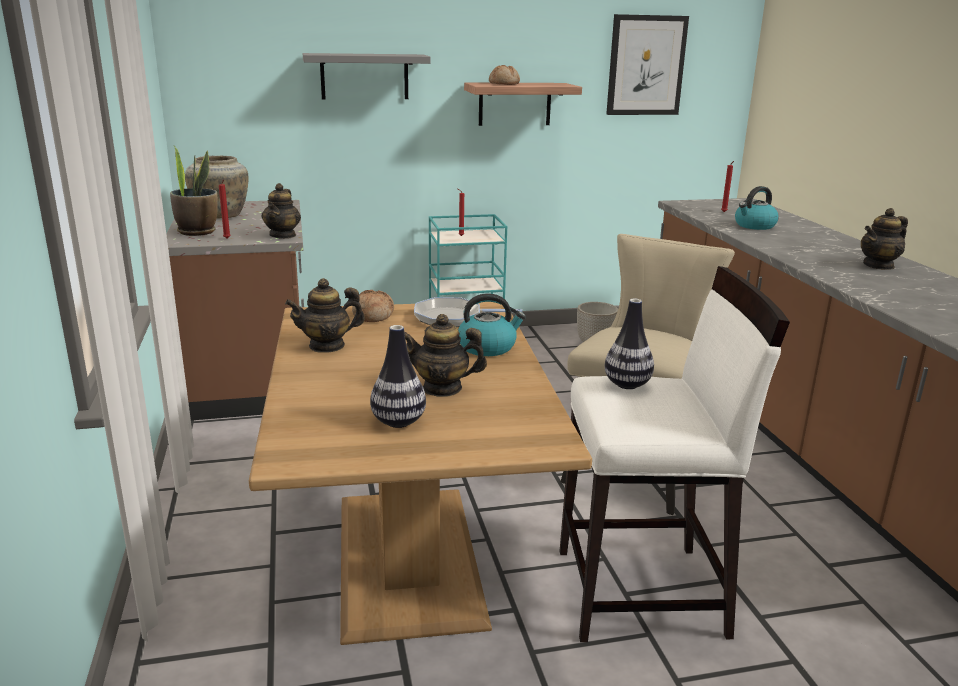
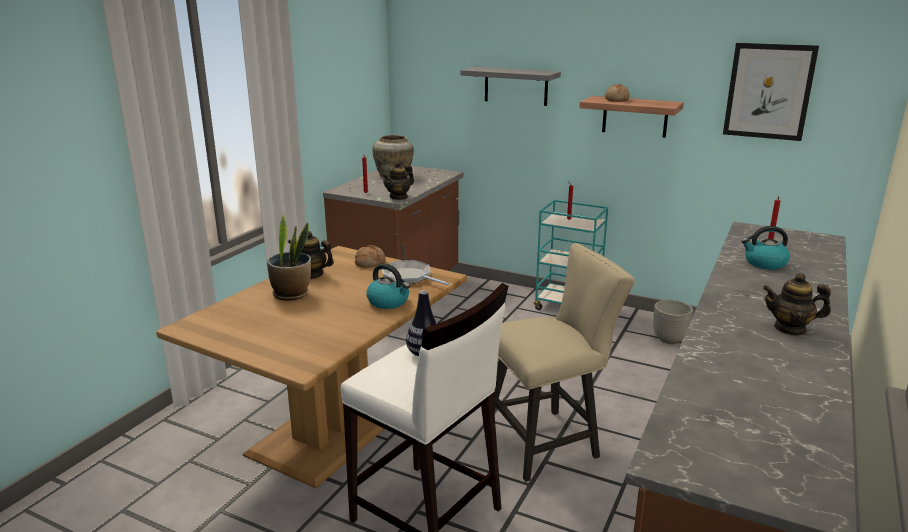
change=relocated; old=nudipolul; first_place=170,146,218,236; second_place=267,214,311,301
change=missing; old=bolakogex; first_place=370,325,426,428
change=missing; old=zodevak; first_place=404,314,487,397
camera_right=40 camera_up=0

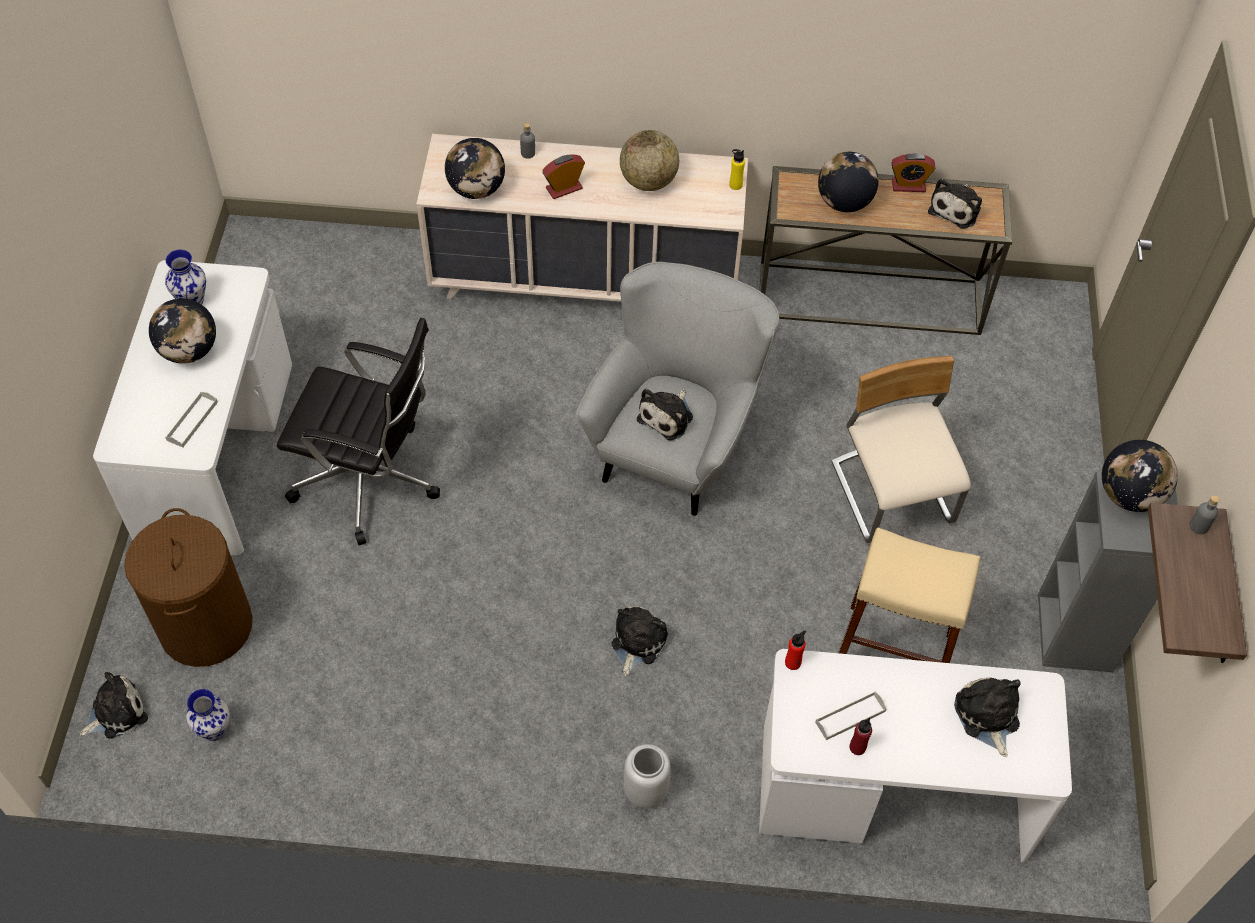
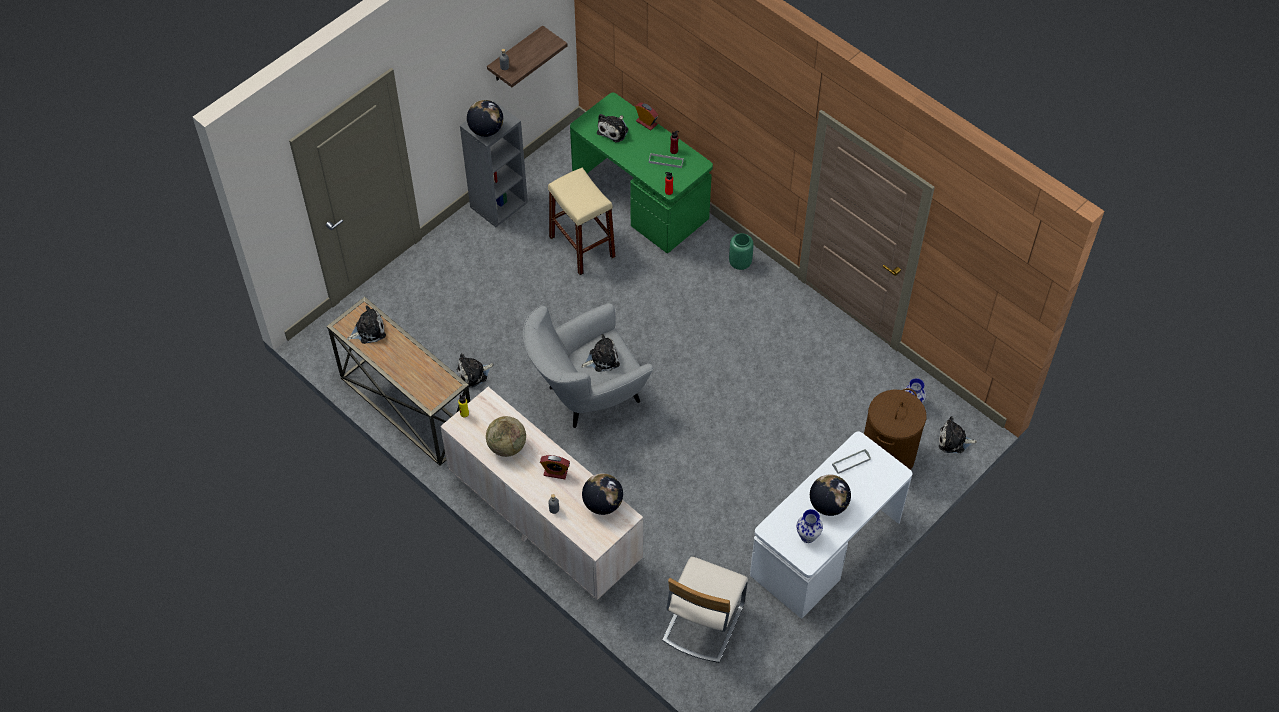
change=missing; old=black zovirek; first_place=277,318,440,545
change=relocated; old=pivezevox; first_place=612,606,668,676; second_place=457,353,493,388
change=colour; old=grey bolakogex; new=green bolakogex; first_place=624,744,671,808; second_place=729,233,753,270
change=colour; old=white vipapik; new=green vipapik; first_place=759,649,1072,862; second_place=570,93,713,253
change=missing; old=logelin; first_place=818,152,879,212
change=relocated; old=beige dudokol; first_place=831,356,971,543; second_place=662,557,748,663
change=relocated; old=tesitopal; first_place=892,153,936,192; second_place=635,103,658,130
camera_right=-140 camera_up=0

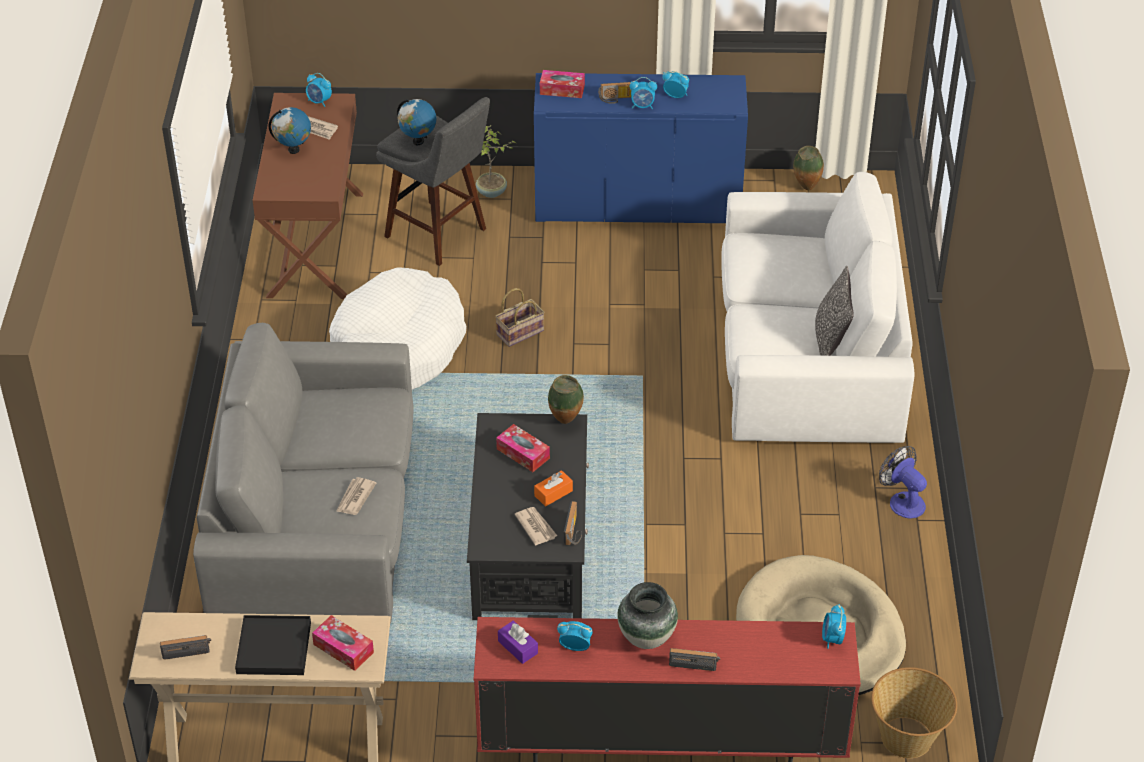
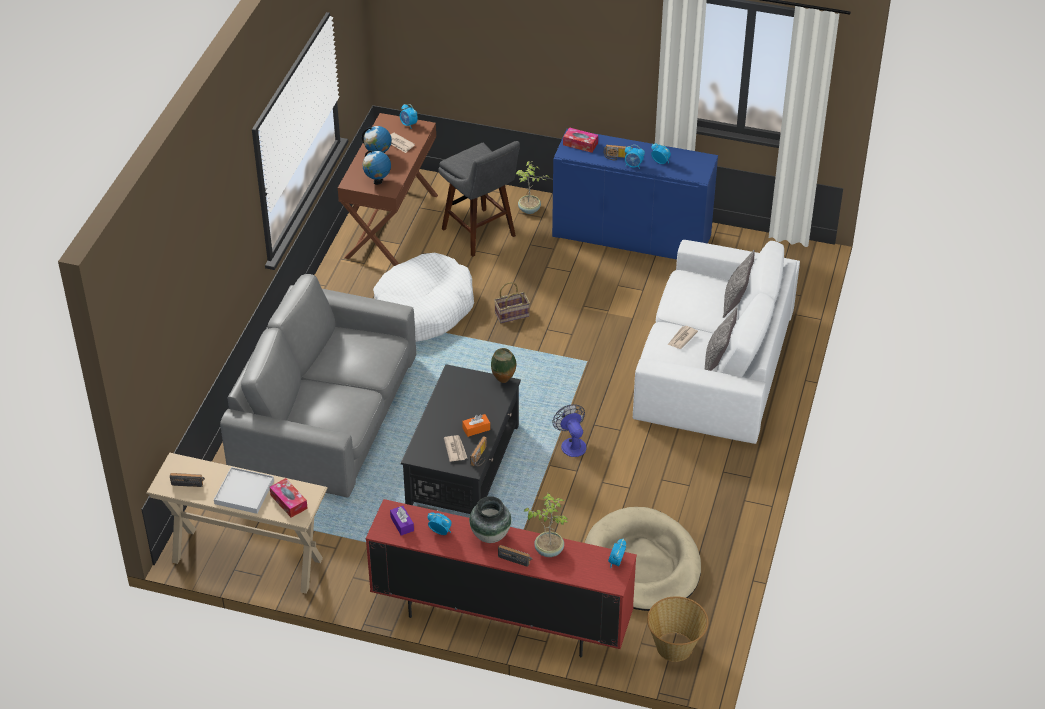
change=colour; old=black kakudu; new=white kakudu; first_place=235,615,311,675; second_place=214,467,274,514
change=relocated; old=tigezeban; first_place=336,477,376,515; second_place=668,326,698,349
change=relocated; old=logelin; first_place=397,99,436,145; second_place=362,150,391,185
change=missing; old=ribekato; first_place=496,424,550,472
change=missing; old=bolakogex; first_place=793,146,824,190
change=relocated; old=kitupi; first_place=879,446,927,519; second_place=553,404,586,457
change=appeared; new=nudipolul; second_place=523,493,568,557
change=appeared; new=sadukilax; second_place=723,250,755,318
camera_right=15 camera_up=0

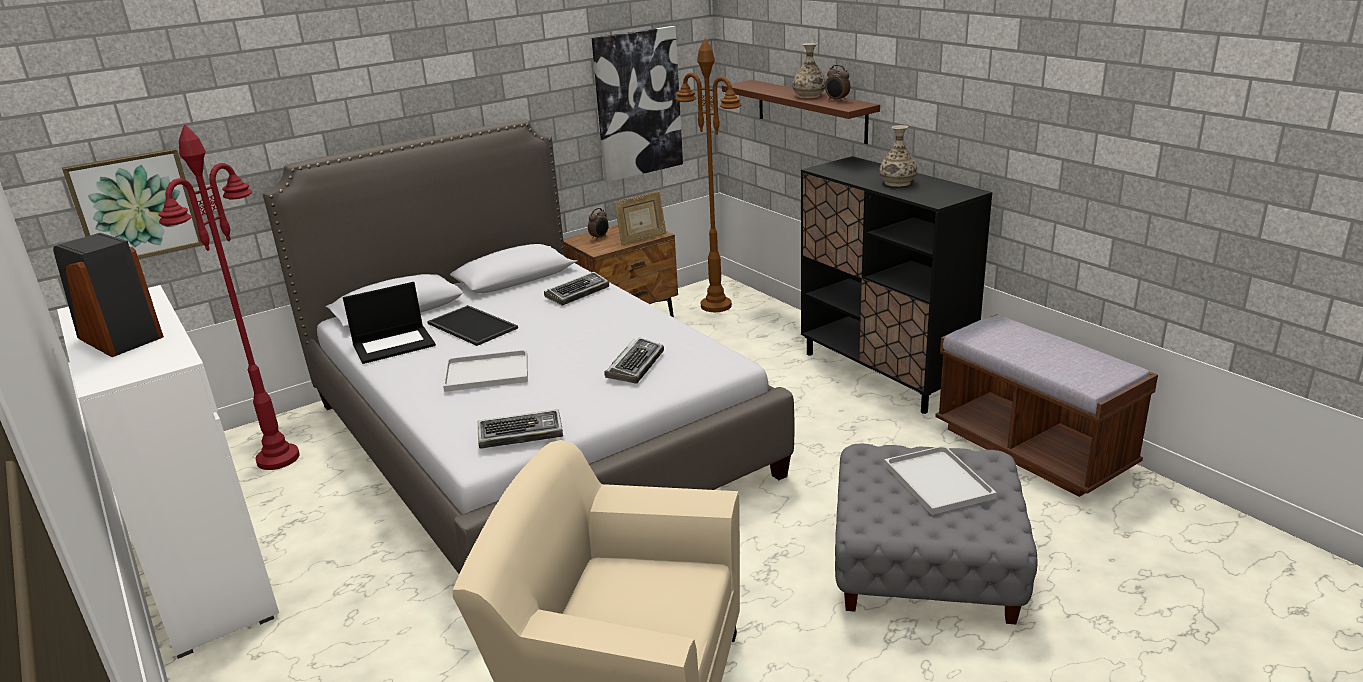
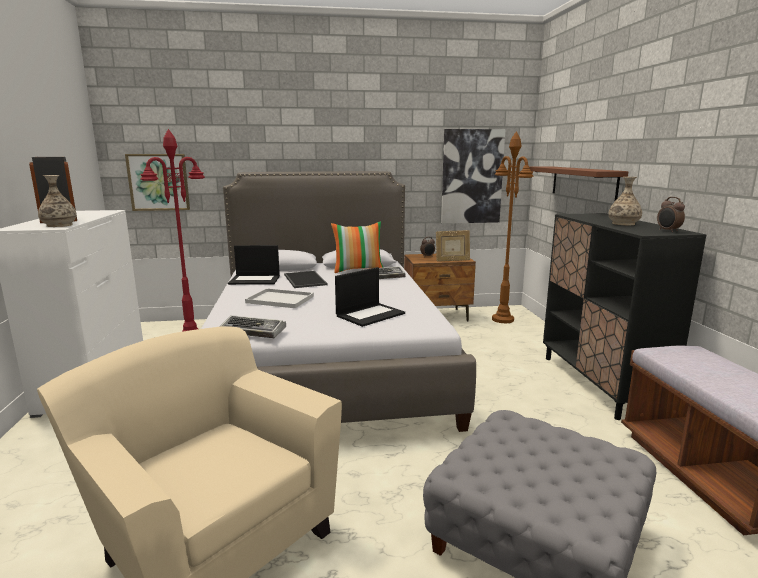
change=exchanged; old=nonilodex; new=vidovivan; first_place=604,337,664,384; second_place=335,267,405,327
change=relocated; old=bolakogex; first_place=793,43,826,99; second_place=38,175,77,227
change=relocated; old=tesitopal; first_place=825,65,850,102; second_place=657,197,685,232
change=missing; old=white kakudu; first_place=884,445,997,515
change=appeared; new=sadukilax; second_place=331,222,384,273
camera_right=25 camera_up=-10

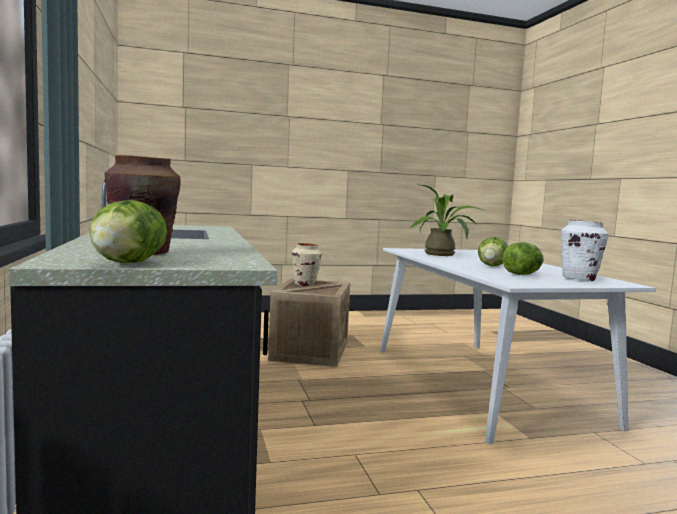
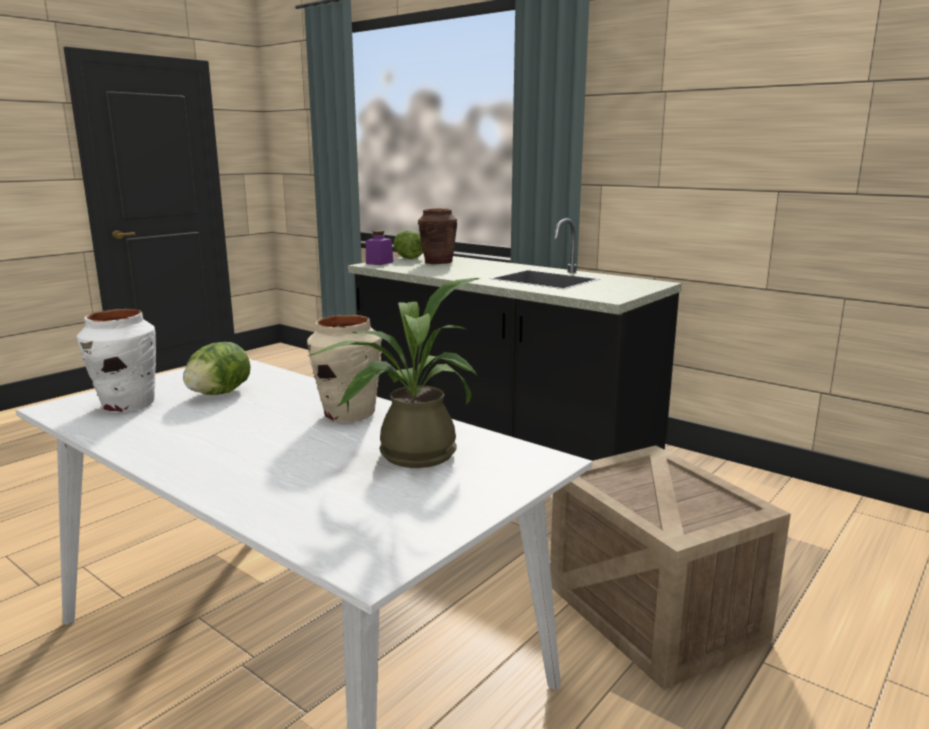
change=relocated; old=beige bolakogex; first_place=292,243,322,286; second_place=307,315,382,422
change=missing; old=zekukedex; first_place=478,237,508,266
change=appeared; new=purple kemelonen; second_place=366,230,393,265
camera_right=145 camera_up=10

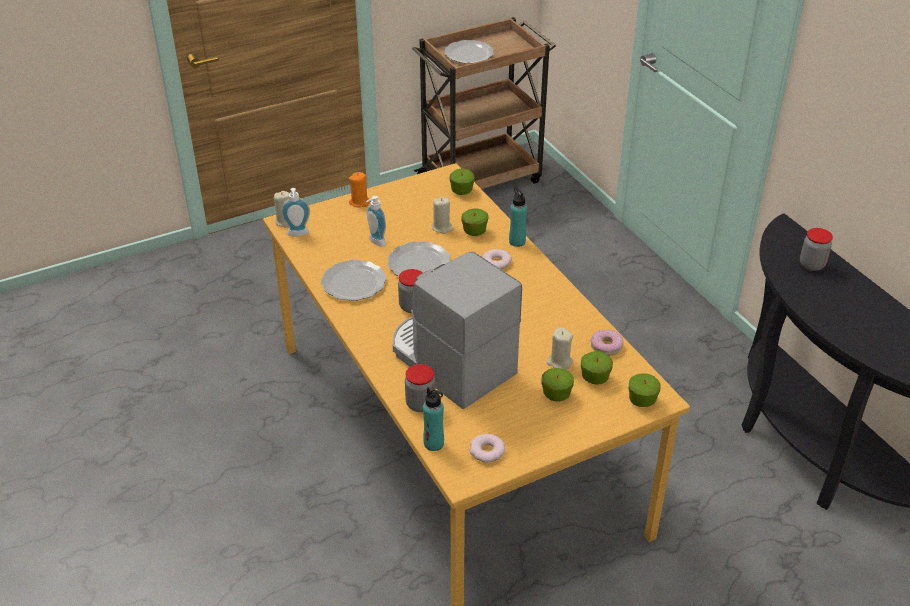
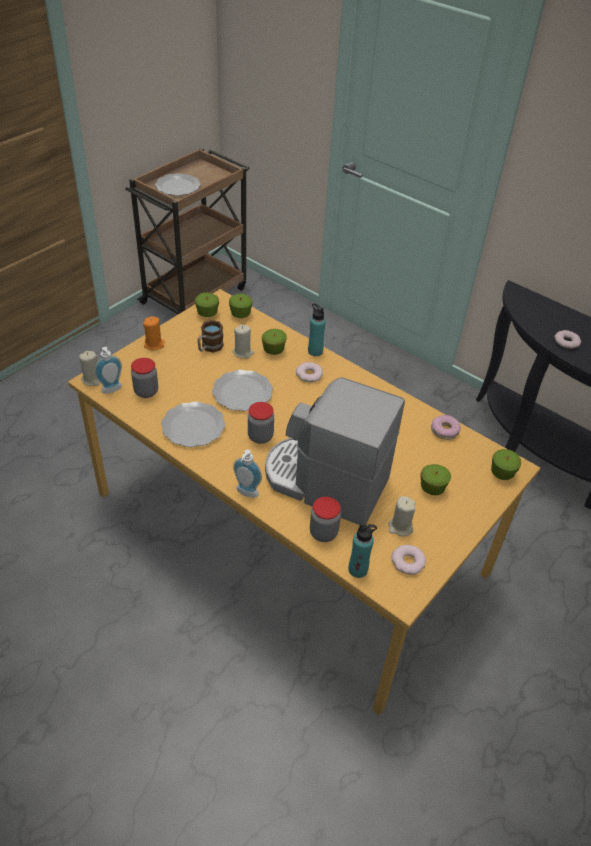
change=relocated; old=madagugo; first_place=366,196,386,247; second_place=233,450,262,498
change=relocated; old=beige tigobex; first_place=546,328,573,370; second_place=388,496,416,536
change=relocated; old=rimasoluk; first_place=581,351,613,385; second_place=195,292,219,317
change=relocated; old=kemelonen; first_place=800,228,833,271; second_place=131,358,158,398
change=appeared; new=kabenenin; second_place=197,320,224,353
change=appeared; new=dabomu; second_place=554,330,581,349
camera_right=-25 camera_up=5

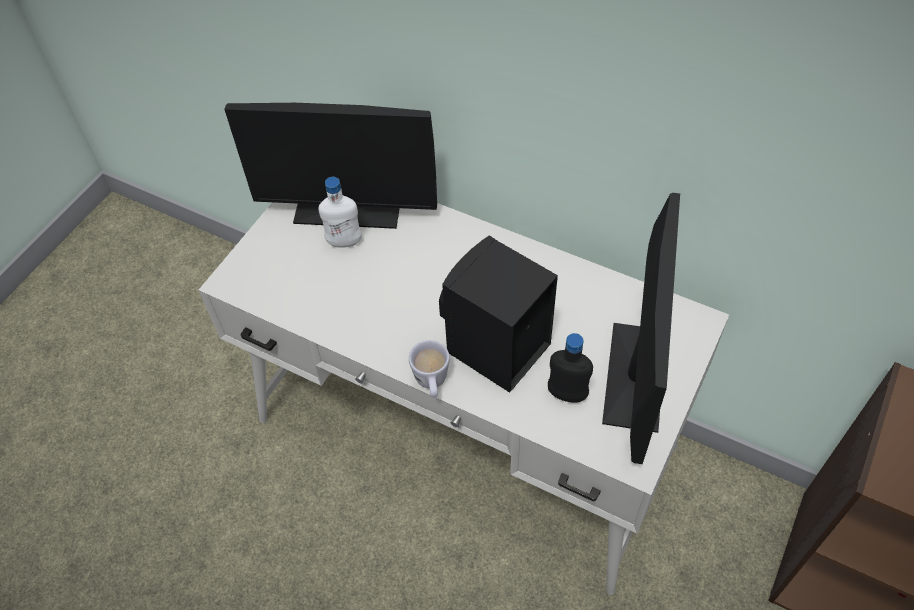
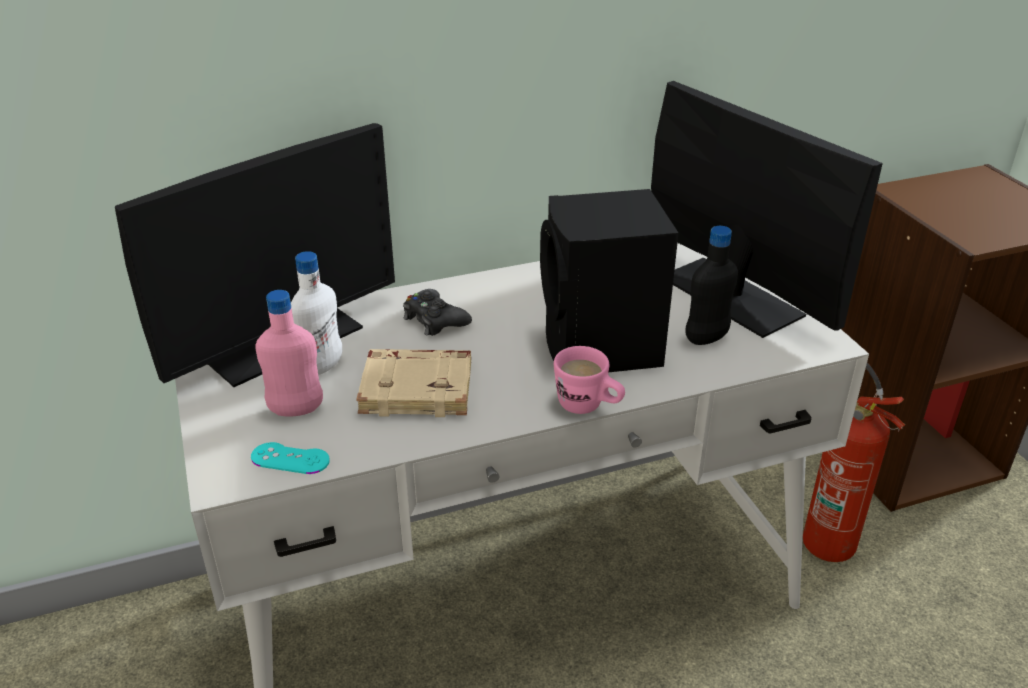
change=colour; old=white kabenenin; new=pink kabenenin; first_place=409,340,450,397; second_place=554,346,625,414
change=appeared; new=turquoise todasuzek; second_place=251,442,330,474
change=appeared; new=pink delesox; second_place=255,290,323,417
change=appeared; new=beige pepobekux; second_place=356,349,471,417
change=appeared; new=black todasuzek; second_place=403,289,472,336
change=appeared; new=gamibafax; second_place=803,362,905,562
camera_right=-50 camera_up=-20

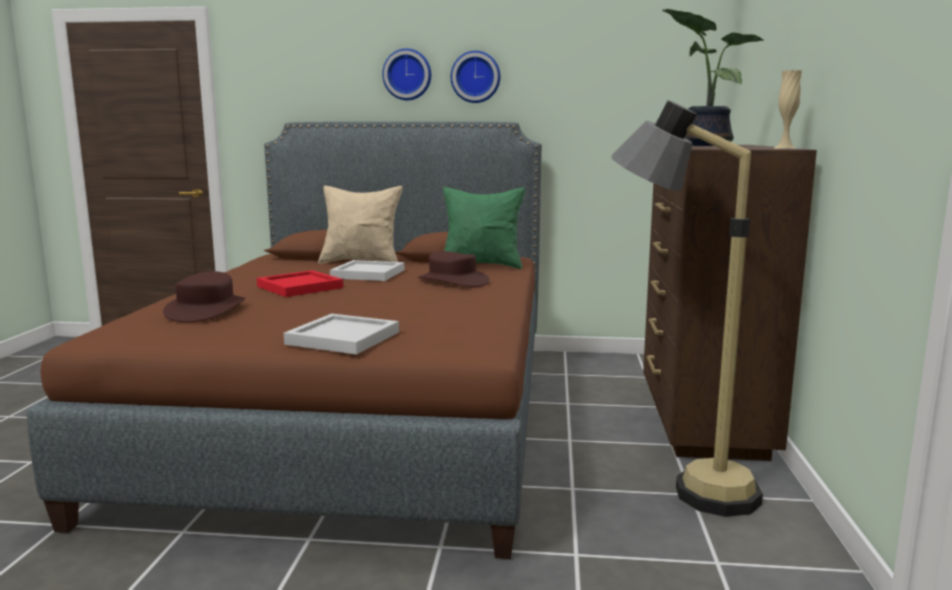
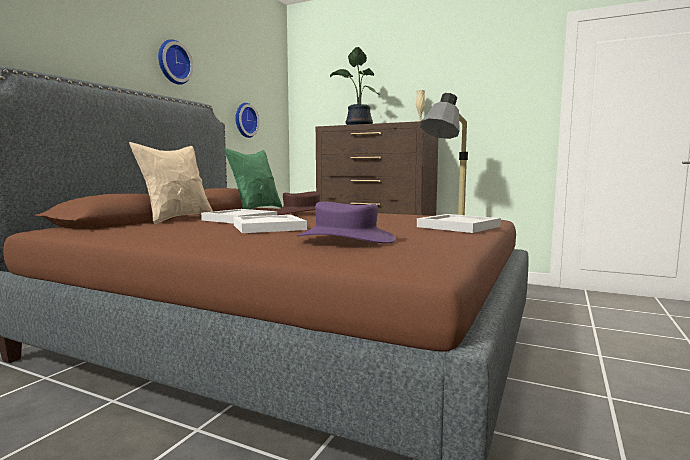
change=colour; old=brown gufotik; new=purple gufotik; first_place=163,271,245,322; second_place=297,201,396,244
change=colour; old=red kakudu; new=white kakudu; first_place=257,270,343,297; second_place=233,215,307,233
change=relocated; old=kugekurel; first_place=382,48,431,100; second_place=235,103,259,138
camera_right=-70 camera_up=-5

